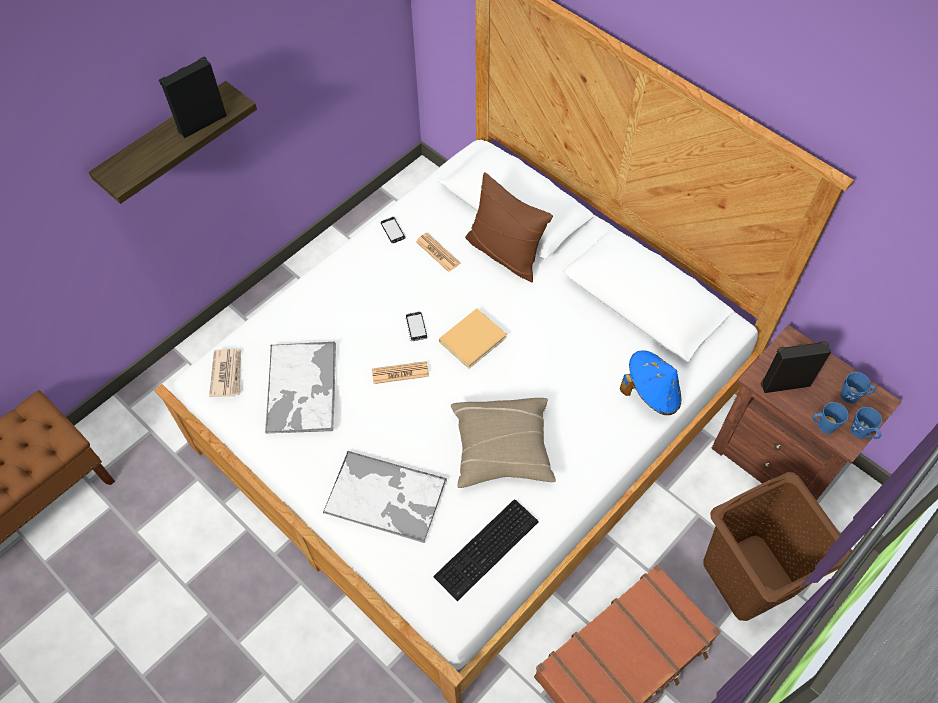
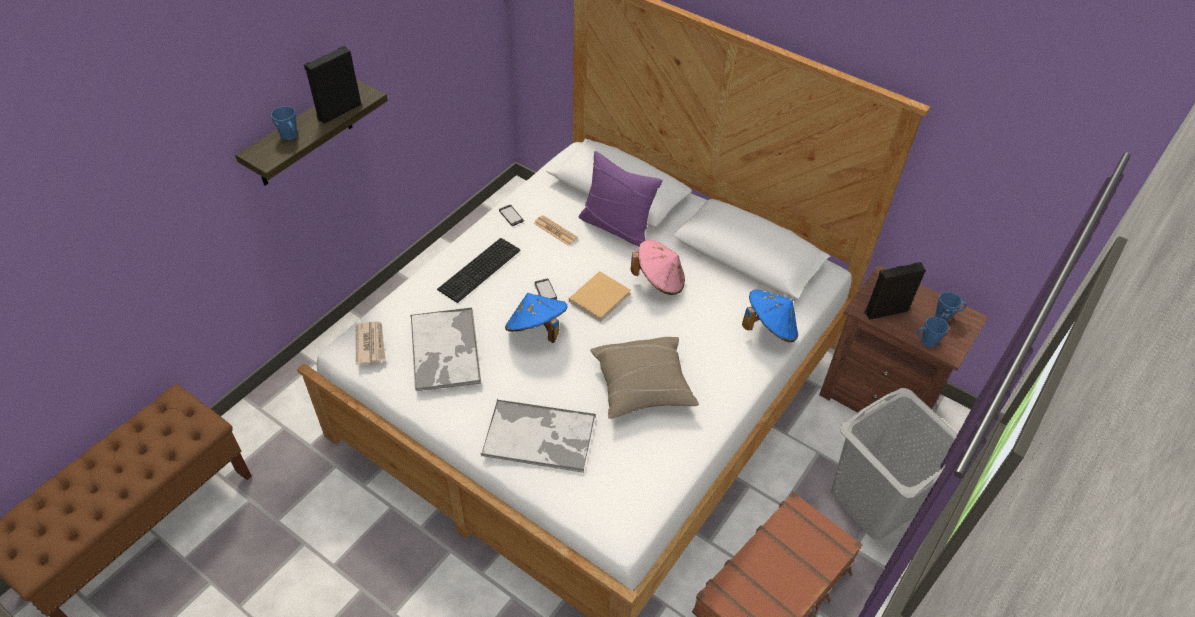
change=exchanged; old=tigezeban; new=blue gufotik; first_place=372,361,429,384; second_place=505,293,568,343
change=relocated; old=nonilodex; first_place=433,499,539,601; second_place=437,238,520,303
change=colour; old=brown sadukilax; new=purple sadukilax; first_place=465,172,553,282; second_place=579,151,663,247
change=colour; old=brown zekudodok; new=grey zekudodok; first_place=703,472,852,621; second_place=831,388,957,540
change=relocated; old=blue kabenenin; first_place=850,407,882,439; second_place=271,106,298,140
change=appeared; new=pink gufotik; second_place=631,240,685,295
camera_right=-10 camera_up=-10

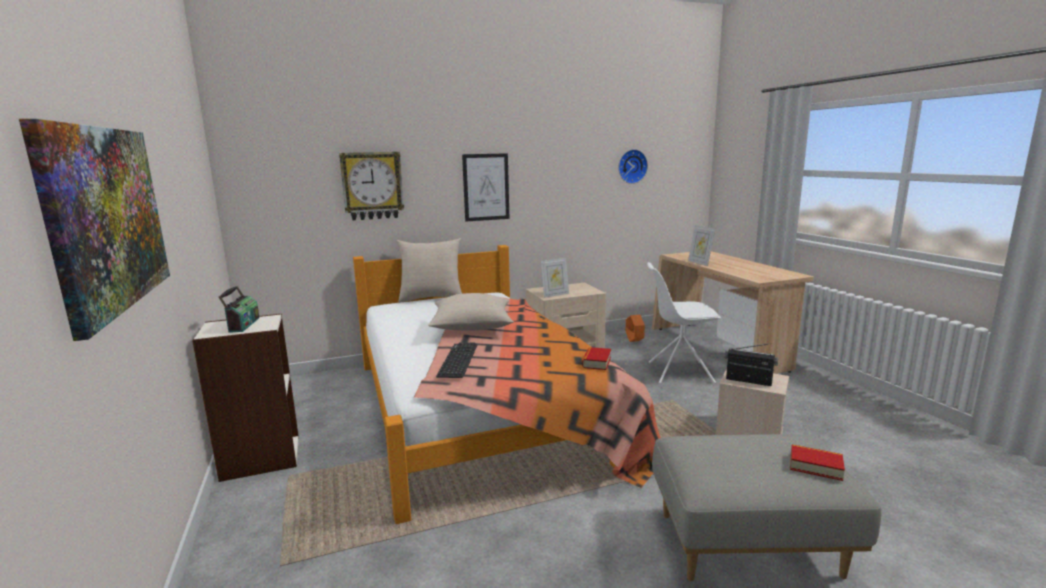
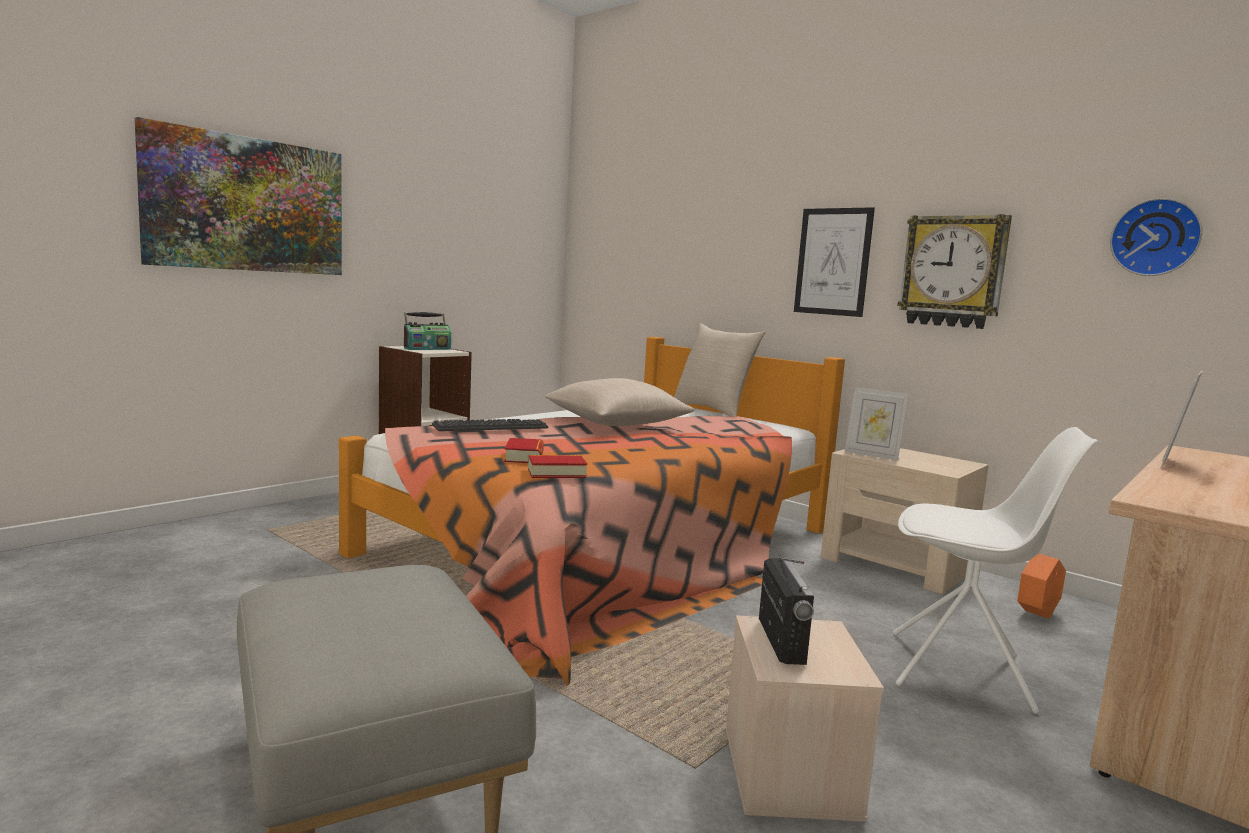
change=relocated; old=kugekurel; first_place=339,152,404,220; second_place=898,214,1012,329
change=spun; old=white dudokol; first_place=647,262,721,384; second_place=893,427,1099,714; degrees=135
change=relocated; old=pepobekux; first_place=790,444,845,481; second_place=504,438,544,463
camera_right=60 camera_up=-5

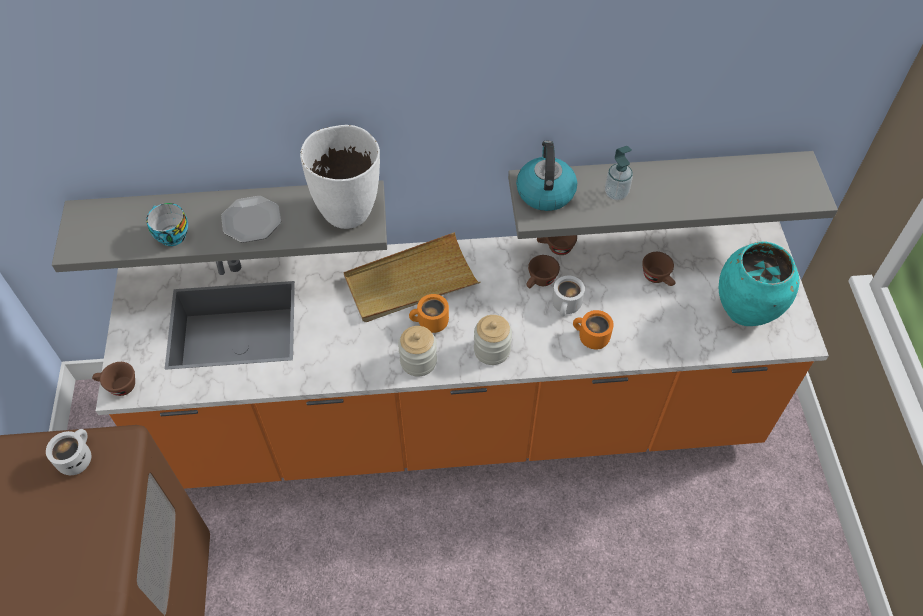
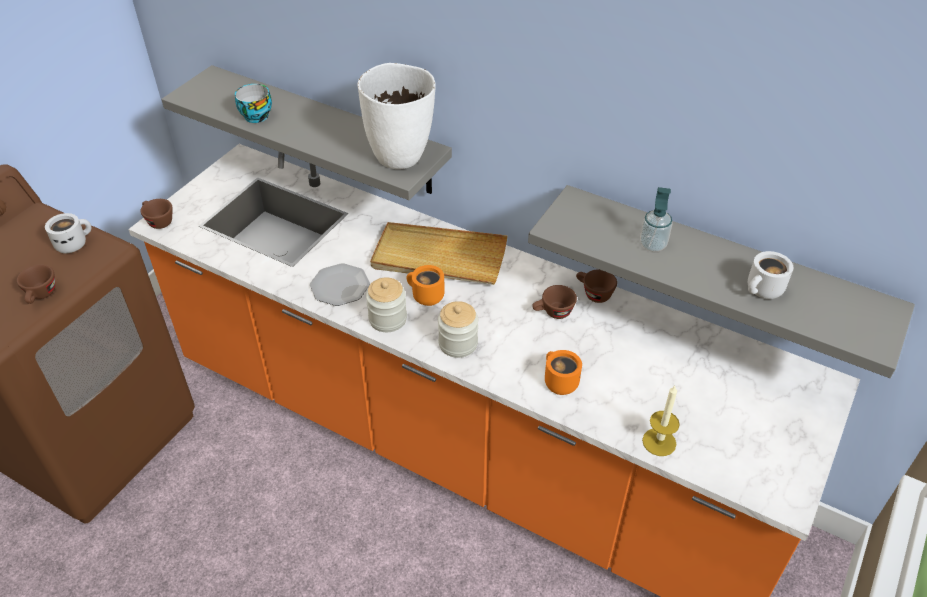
change=relocated; old=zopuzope; first_place=221,196,281,243; second_place=310,263,370,306
change=missing; old=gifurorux; first_place=516,141,577,211
change=relocated; old=white kabenenin; first_place=552,276,585,316; second_place=748,251,793,299
change=relocated; old=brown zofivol; first_place=642,252,676,286; second_place=17,264,55,304
change=missing; old=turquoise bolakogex; first_place=719,241,799,326
change=appeared; new=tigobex; second_place=642,386,680,456
camera_right=35 camera_up=-10

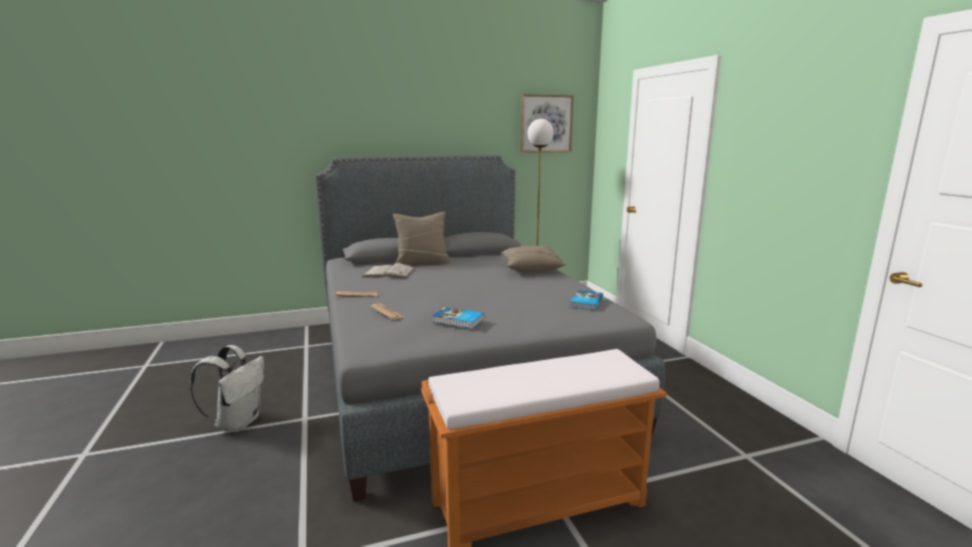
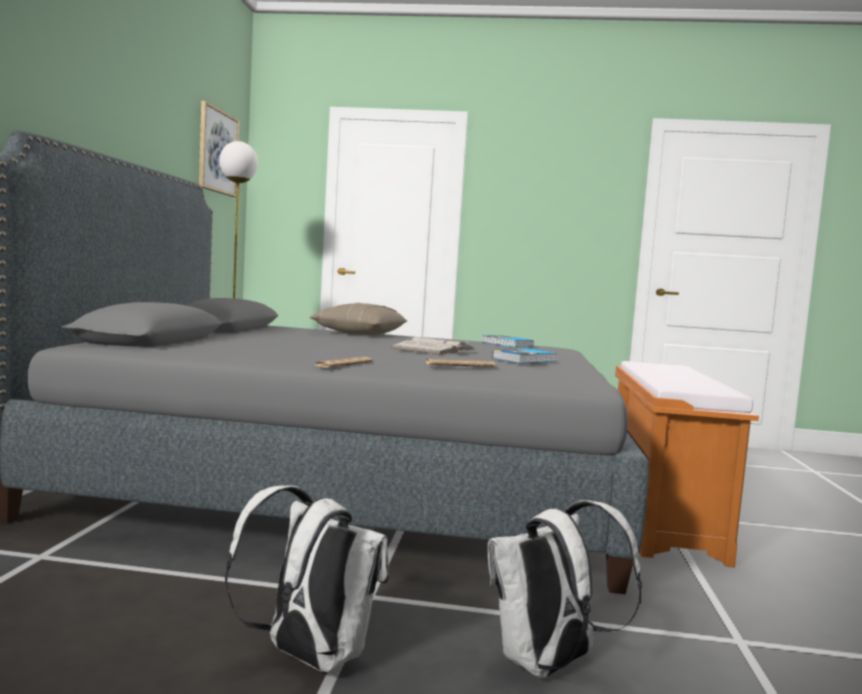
change=relocated; old=white pepobekux; first_place=362,263,415,278; second_place=391,337,474,354
change=missing; old=beige sadukilax; first_place=393,212,451,265
change=appeared; new=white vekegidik; second_place=488,500,642,678
camera_right=-65 camera_up=-10

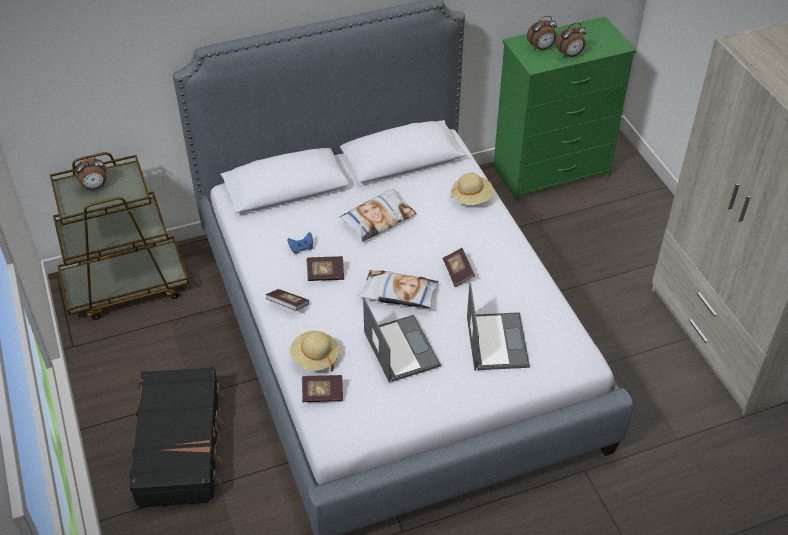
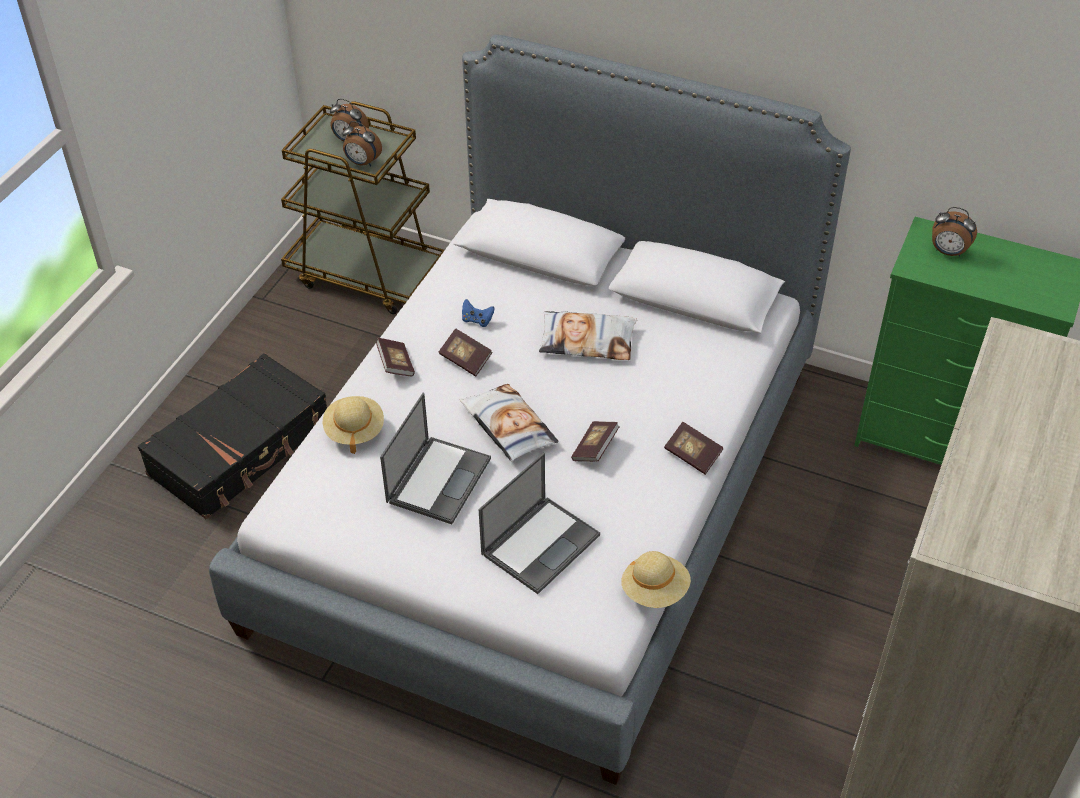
change=relocated; old=pepobekux; first_place=302,375,343,402; second_place=664,422,723,475
change=relocated; old=beige gufotik; first_place=451,173,493,205; second_place=621,551,691,608
change=relocated; old=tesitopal; first_place=556,23,586,57; second_place=342,121,382,166
camera_right=45 camera_up=0

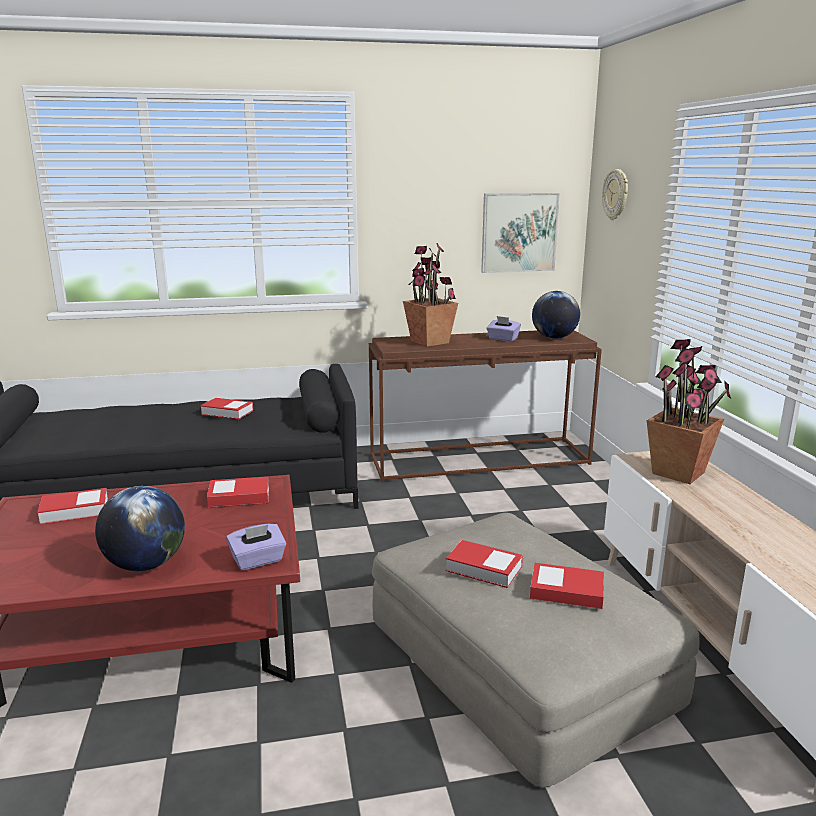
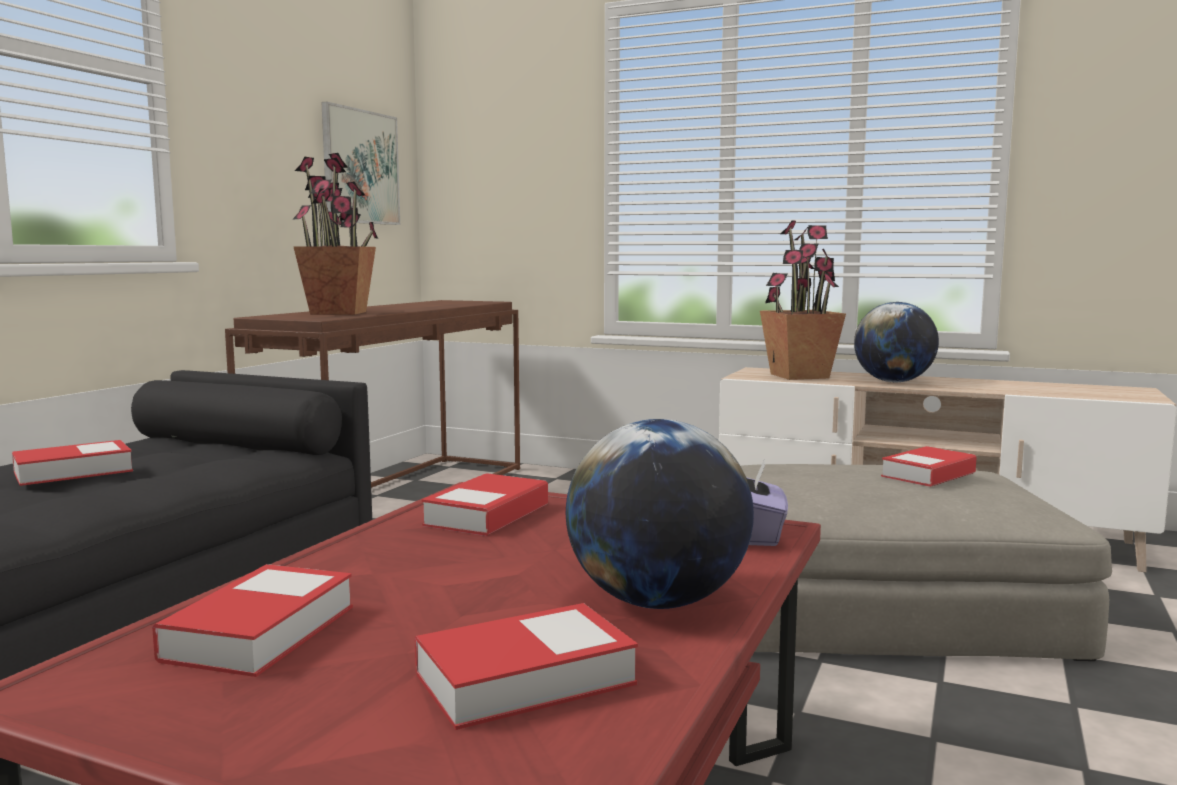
change=relocated; old=pepobekux; first_place=445,540,523,588; second_place=415,603,638,730
change=missing; old=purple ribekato; first_place=486,316,521,342
change=relocated; old=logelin; first_place=532,291,580,339; second_place=854,302,939,382
change=missing; old=kugekurel; first_place=602,169,628,220
camera_right=-55 camera_up=-10

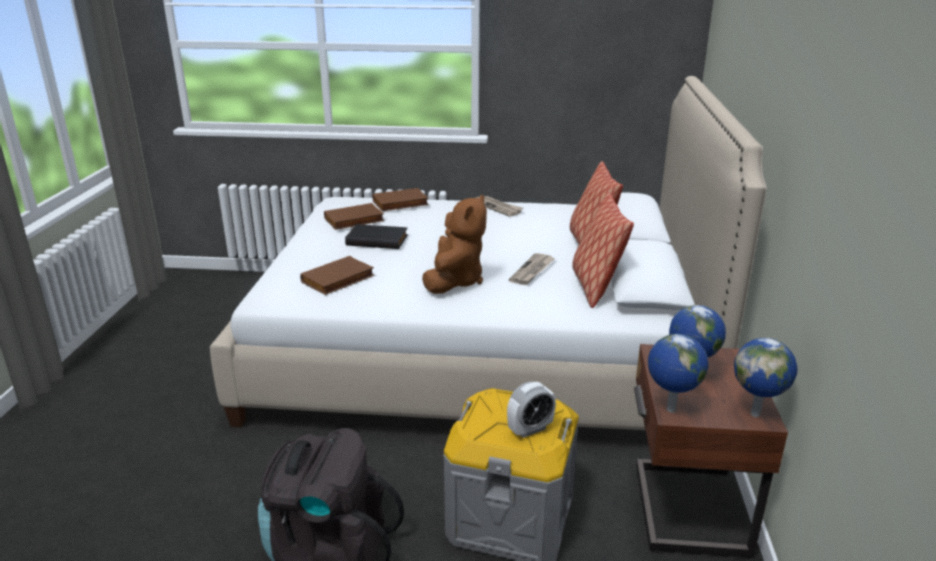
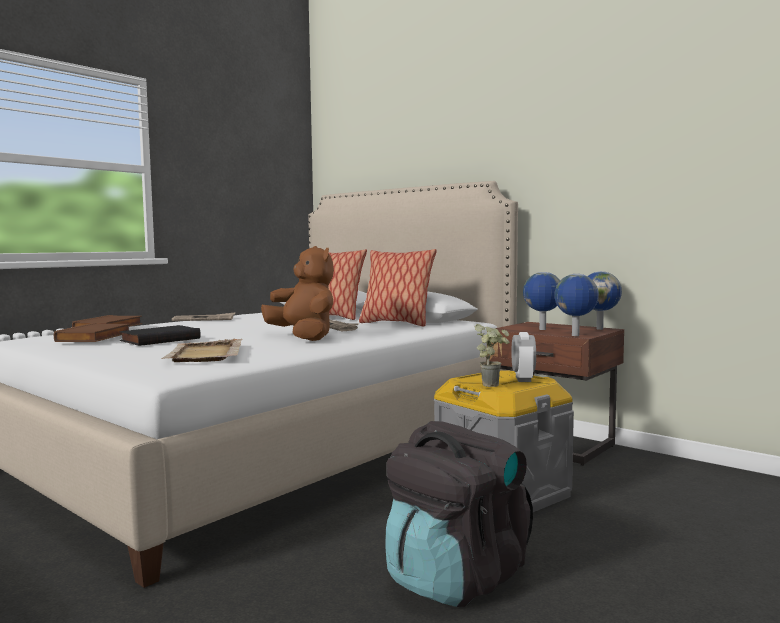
change=exchanged; old=brown pepobekux; new=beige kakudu; first_place=300,256,375,295; second_place=161,339,242,362
change=appeared; new=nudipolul; second_place=475,324,510,387
camera_right=-55 camera_up=-20

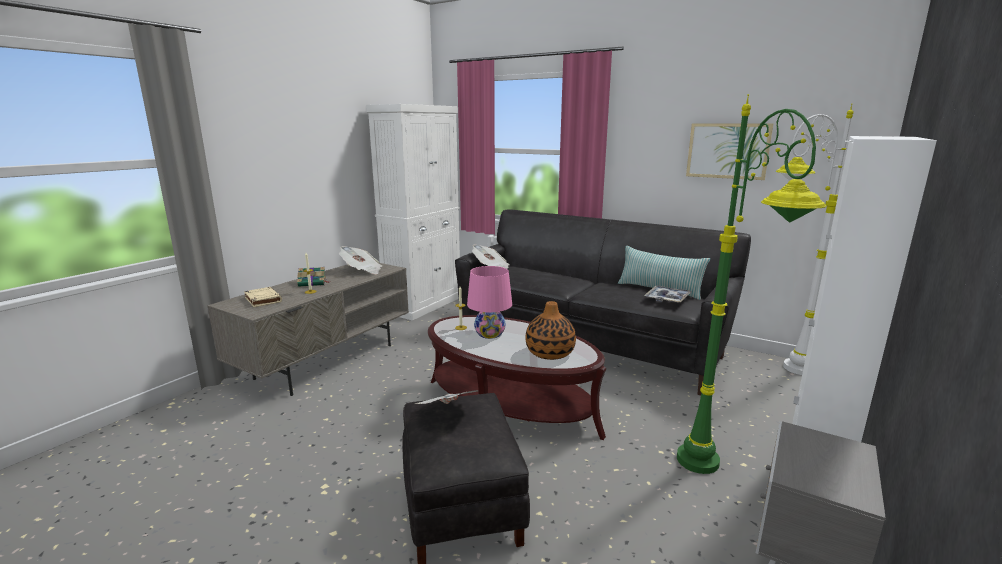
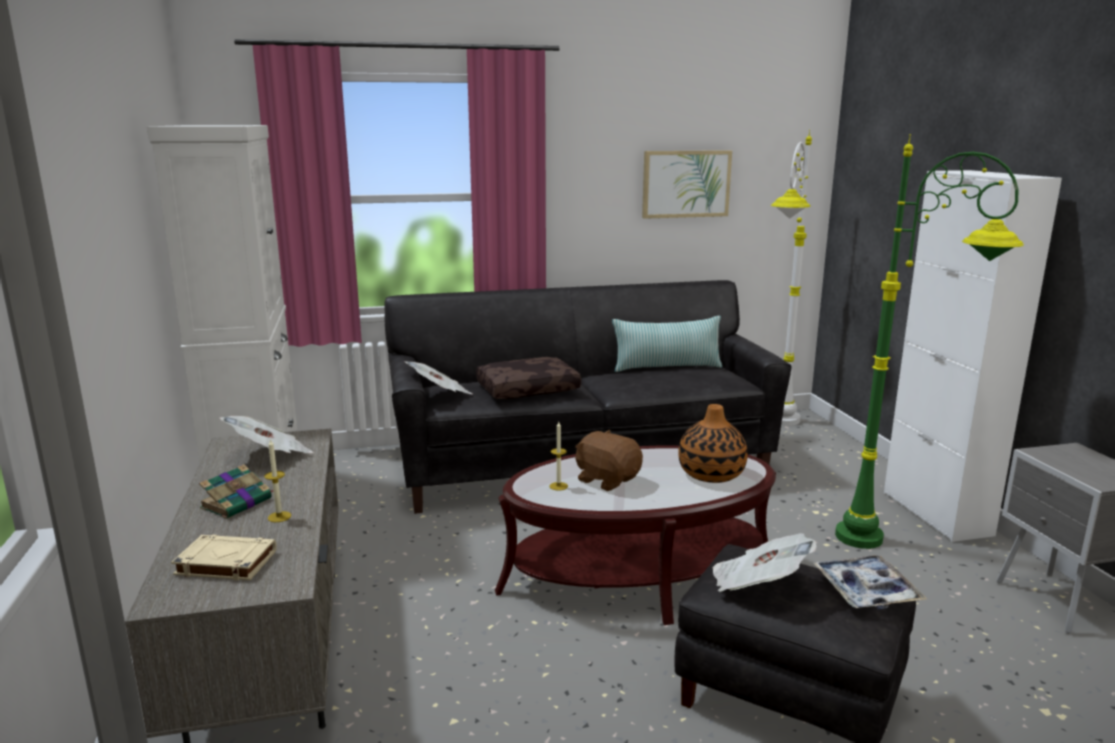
change=exchanged; old=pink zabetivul; new=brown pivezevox; first_place=467,266,512,339; second_place=575,430,643,491
change=relocated; old=kakudu; first_place=644,285,691,303; second_place=814,555,927,610
change=appeared; new=brown sadukilax; second_place=476,357,581,399
camera_right=-45 camera_up=0

